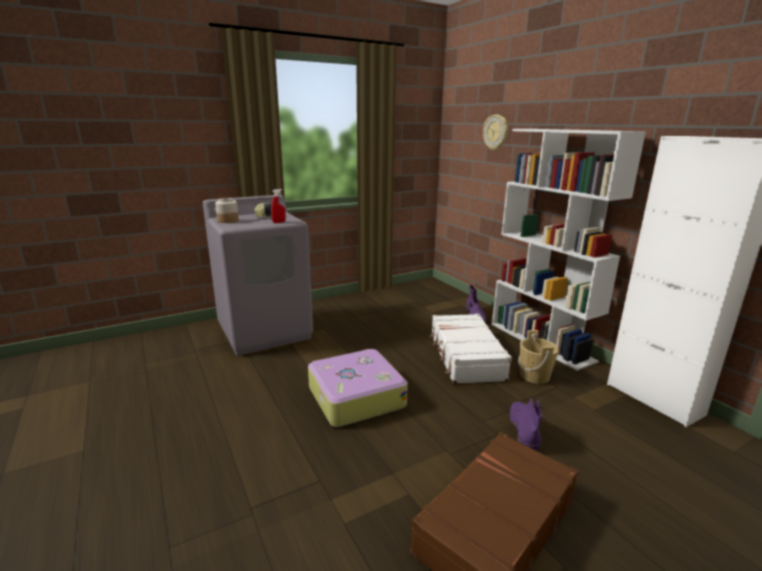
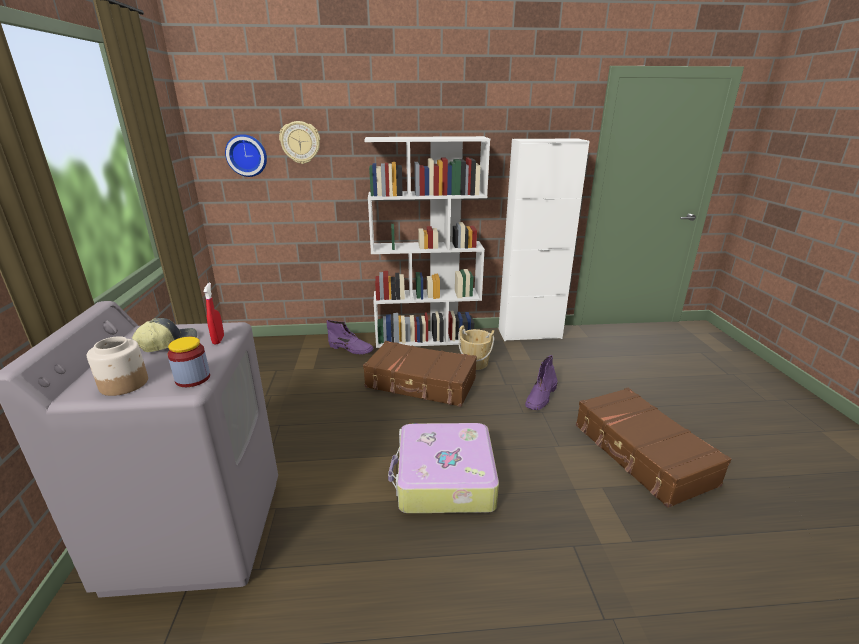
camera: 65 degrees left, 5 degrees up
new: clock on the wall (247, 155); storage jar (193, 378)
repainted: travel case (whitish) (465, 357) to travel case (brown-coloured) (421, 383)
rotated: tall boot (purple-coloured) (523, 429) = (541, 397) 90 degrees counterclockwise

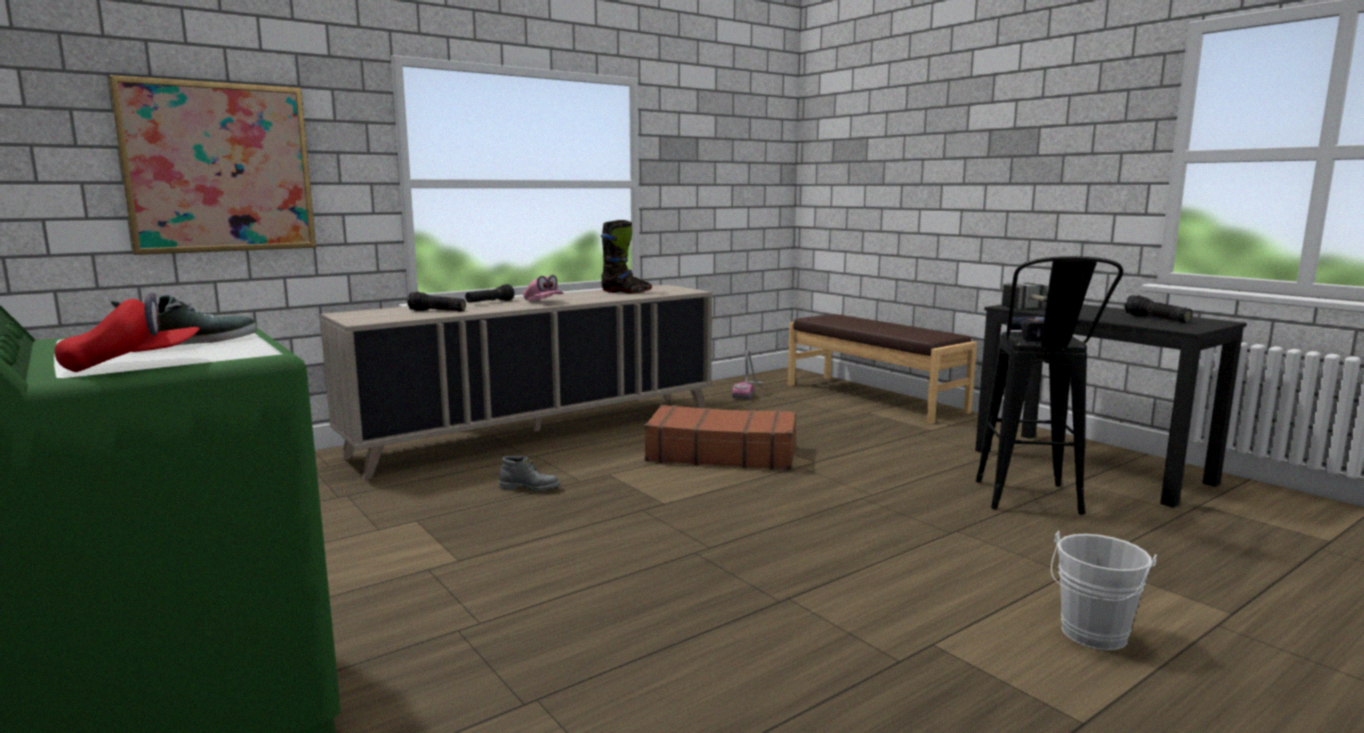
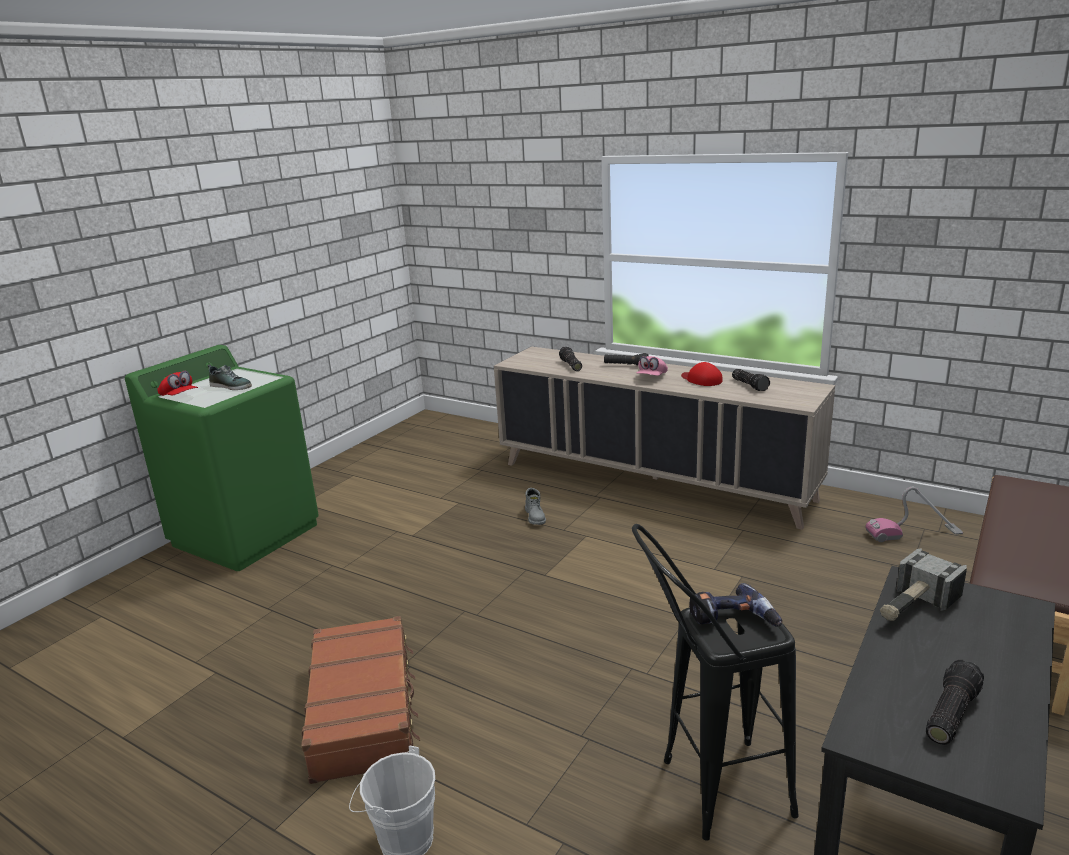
camera: 70 degrees right, 10 degrees up
gone: wall picture (219, 168)
new: peaked cap (red) (701, 379)
shifted: travel case (brown-coloured) (721, 453) to (364, 710)
swapped: tall boot (black-coloured) (626, 292) to hand torch (750, 385)

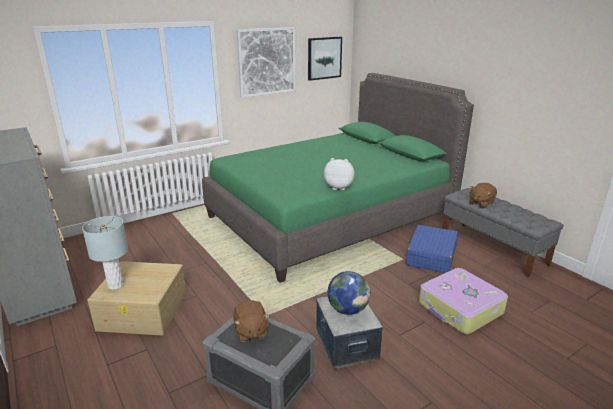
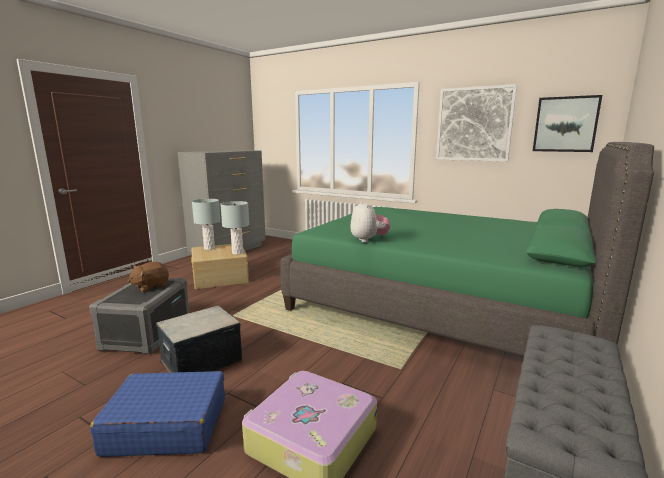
camera: 65 degrees right, 10 degrees down
gone: cuddly toy (brown-coloured) (481, 202); globe (348, 310)
new: table lamp (grey) (237, 253)
shifted: travel case (bluish) (431, 256) to (166, 425)

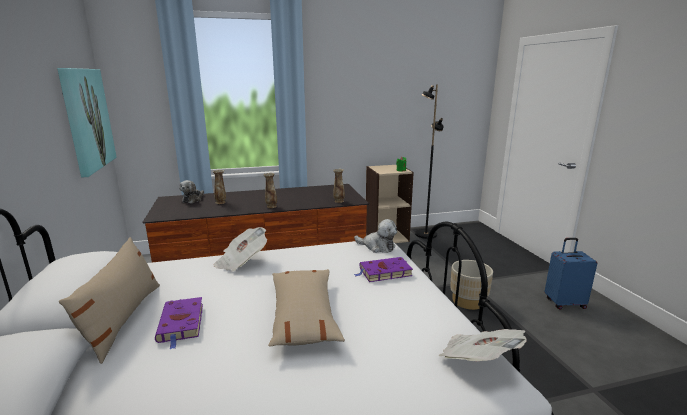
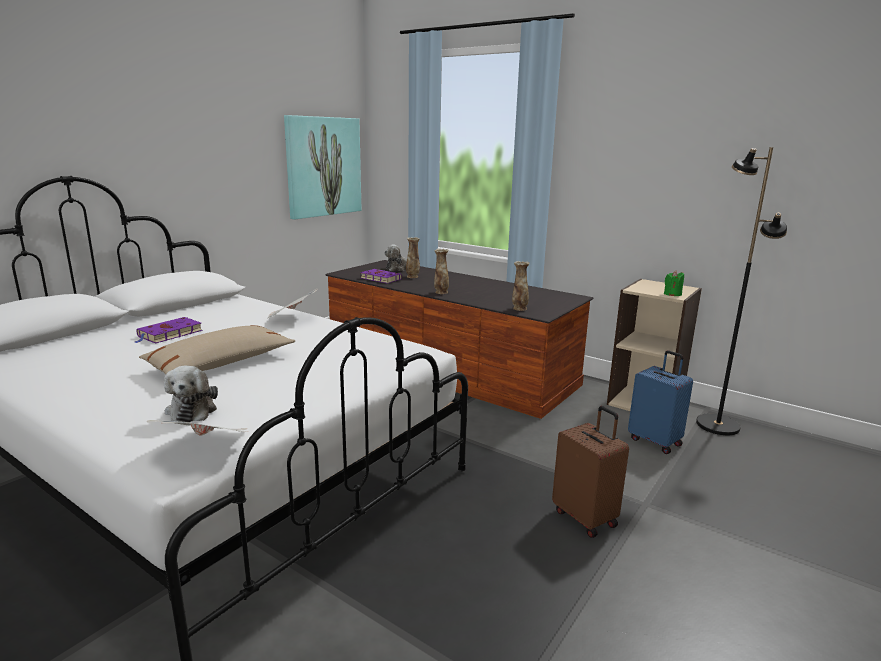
camera: 50 degrees right, 0 degrees up
gone: cushion (beige-coloured) (123, 319)
shifted: cuddly toy (377, 247) to (192, 409); travel case (bluish) (564, 303) to (655, 441); volume (purple-coloured) (384, 272) to (379, 278)
swapped: flower pot (beige-coloured) (468, 301) to travel case (brown-coloured) (586, 517)

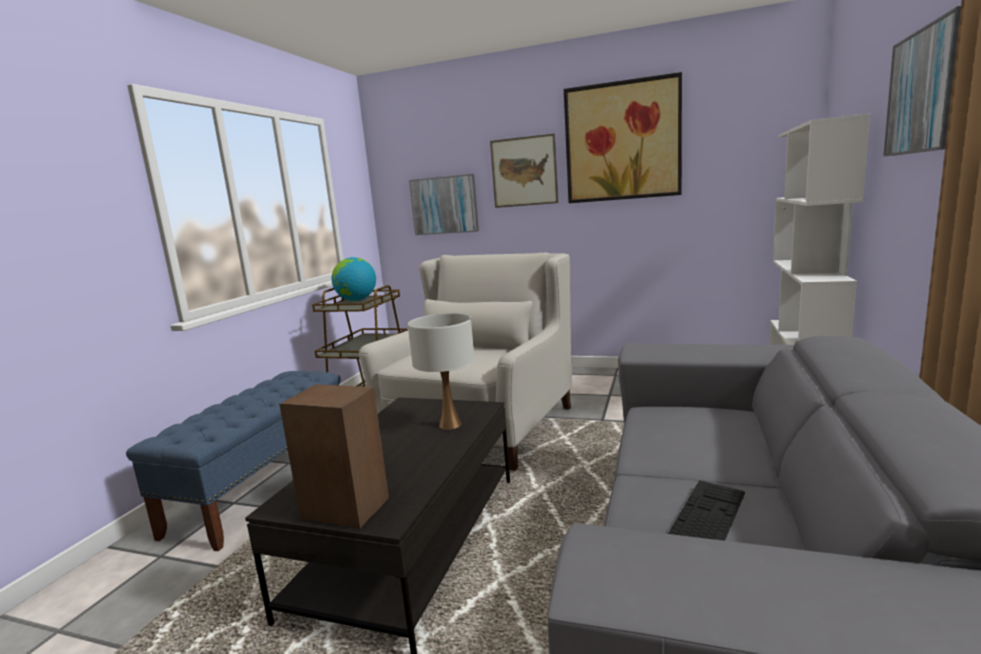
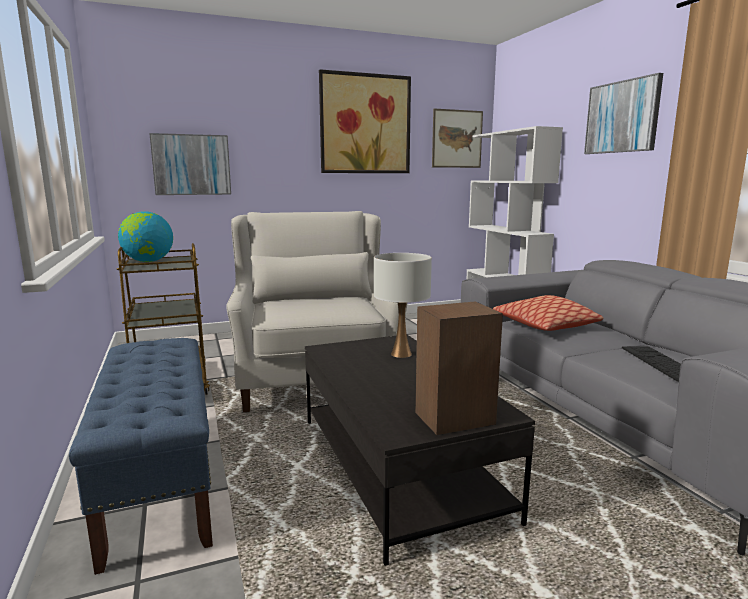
camera: 40 degrees left, 0 degrees up
new: cushion (545, 326)
shifted: wall picture (524, 171) to (457, 139)

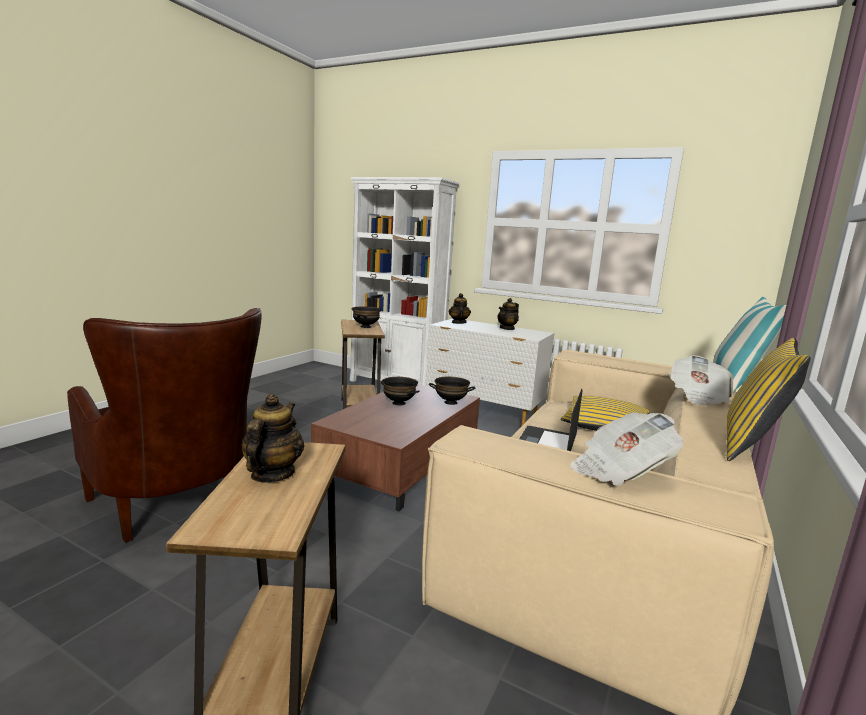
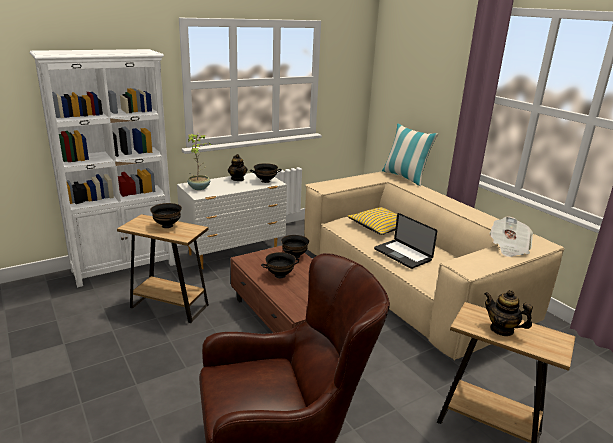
camera: 60 degrees left, 10 degrees up
gone: cushion (yellowish) (751, 446); daily paper (698, 396)
new: deep dish (black-coloured) (265, 181)
swapped: teapot (458, 323) to houseplant (199, 188)

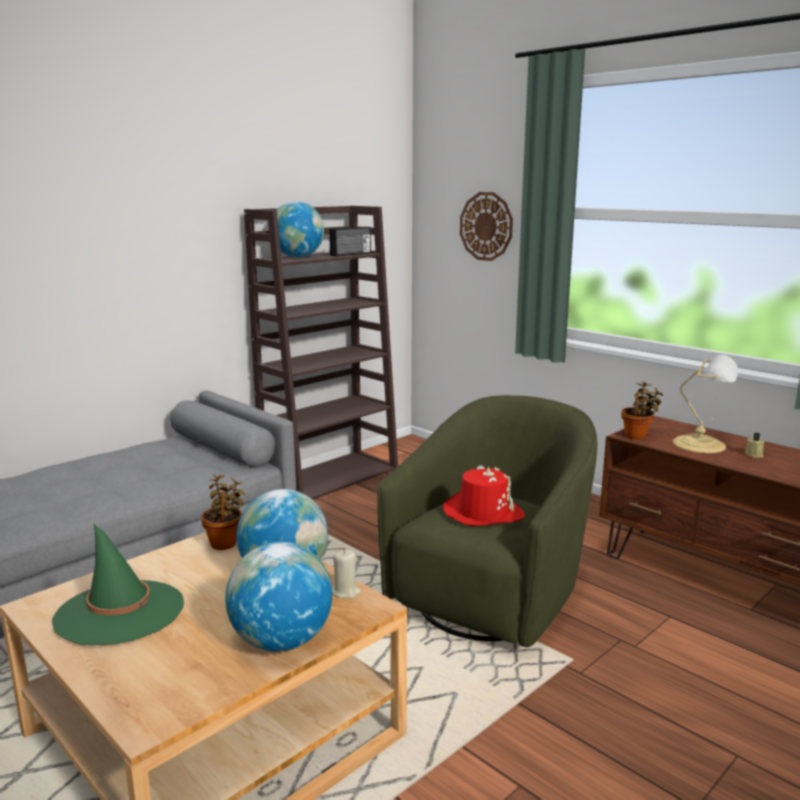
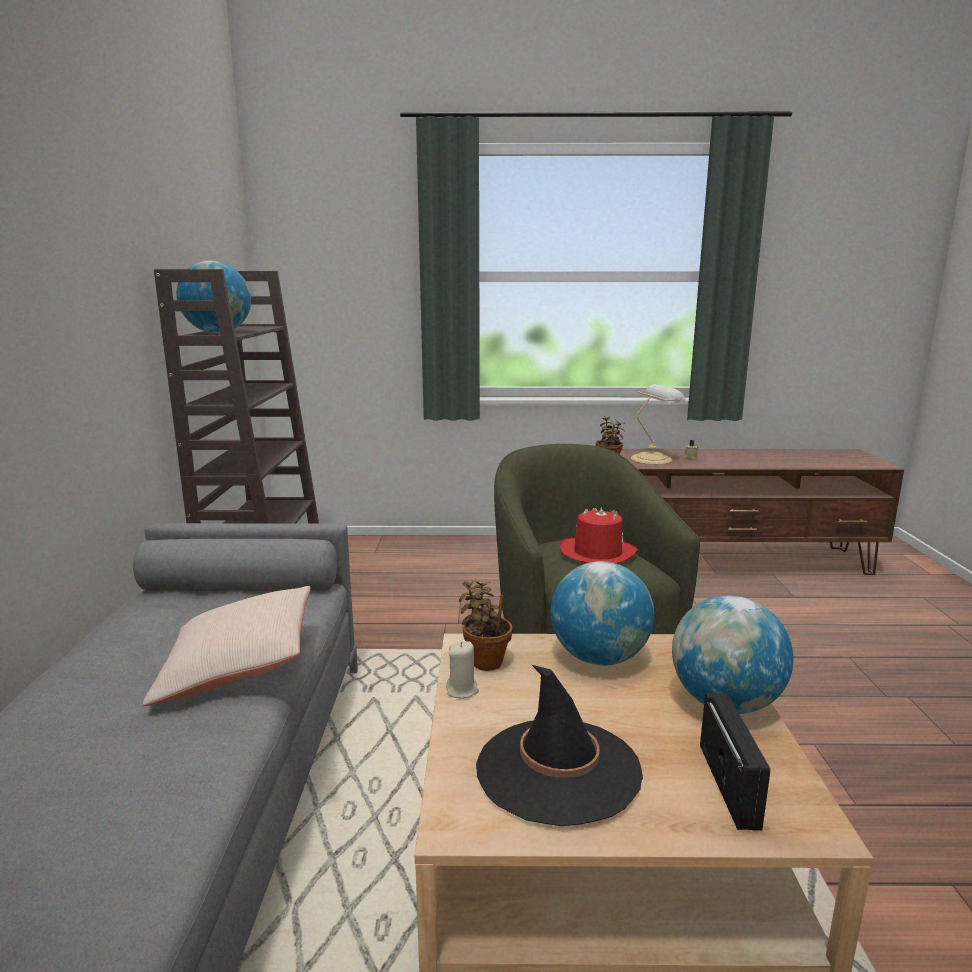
camera: 45 degrees left, 0 degrees up
gone: clock on the wall (486, 226)
new: cushion (beige-coloured) (238, 666)
shifted: radio set (351, 254) to (731, 785); wax light (beige-coloured) (345, 592) to (462, 690)
repainted: hat (greenish) (120, 612) to hat (black-coloured) (557, 769)

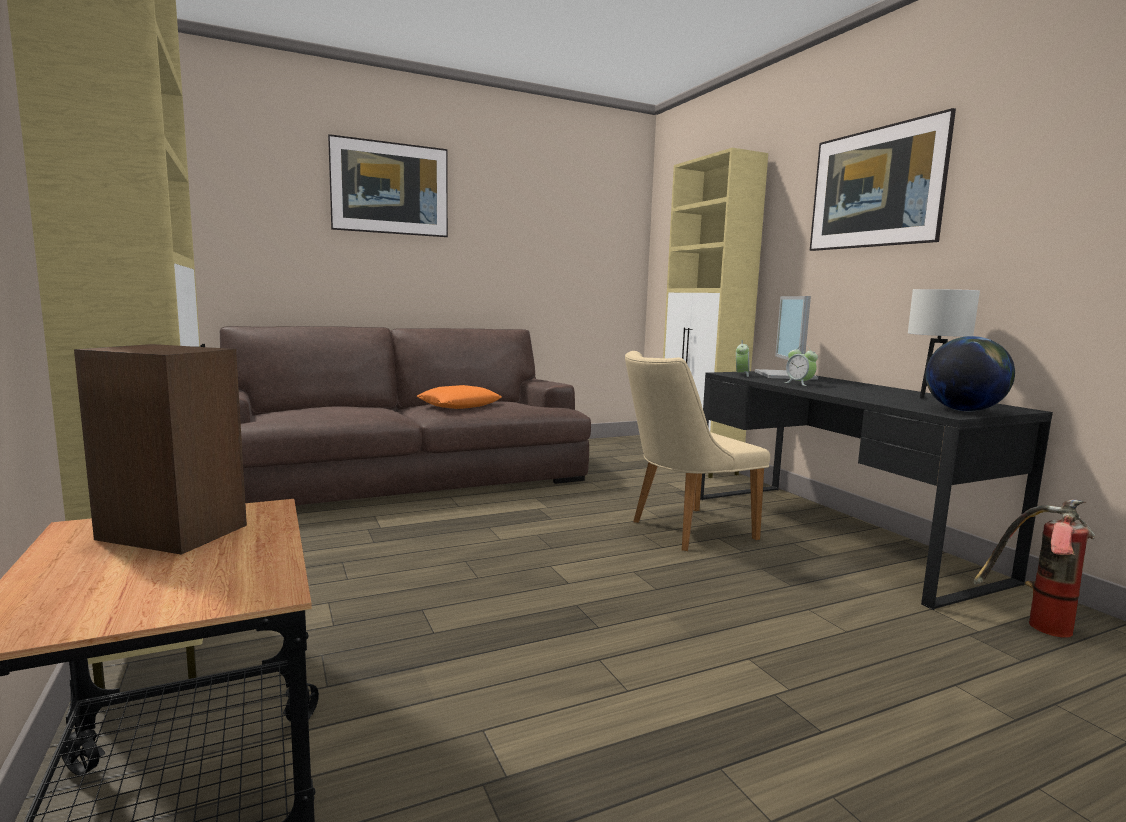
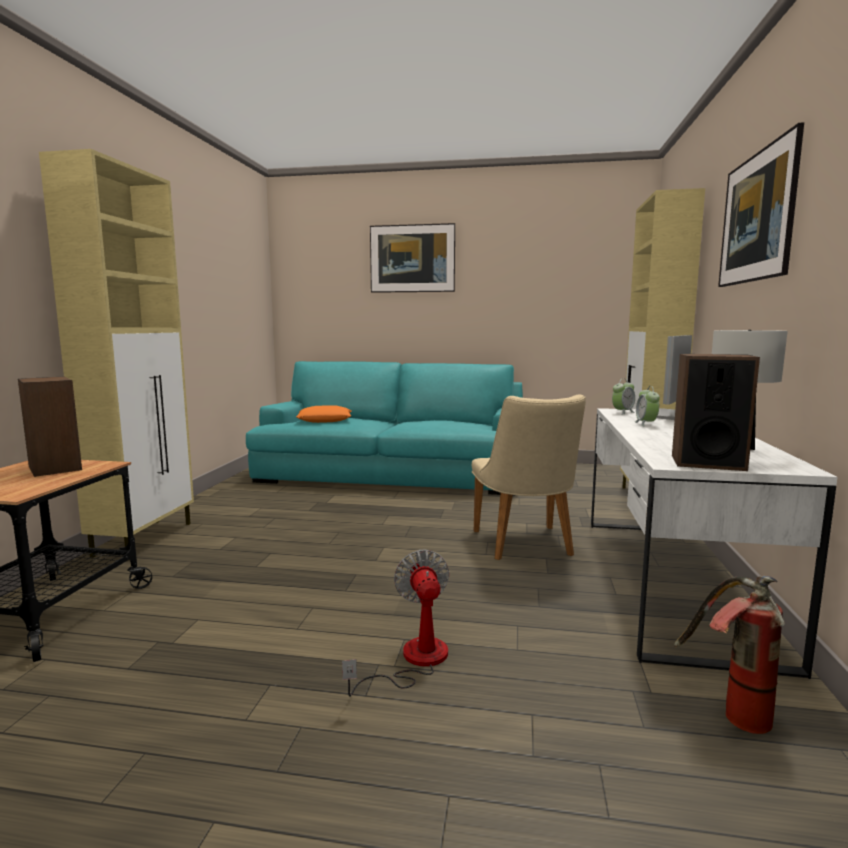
camera: 35 degrees right, 0 degrees up
new: cooling fan (413, 661)
shifted: cushion (orange) (459, 405) to (325, 420)
swapped: globe (963, 410) to speaker (707, 462)
repainted: settee (brown-coloured) (403, 475) to settee (blue-green) (393, 472); desk (black-coloured) (833, 534) to desk (whitish) (669, 580)
rotated: chair (beige-coloured) (682, 530) = (526, 546) 105 degrees counterclockwise

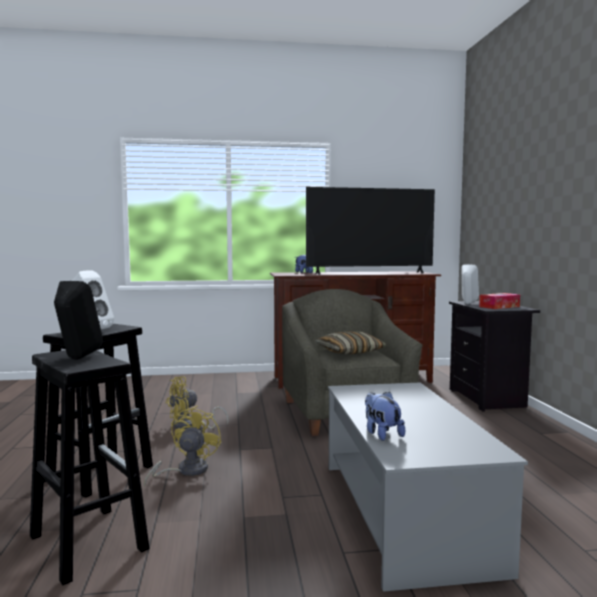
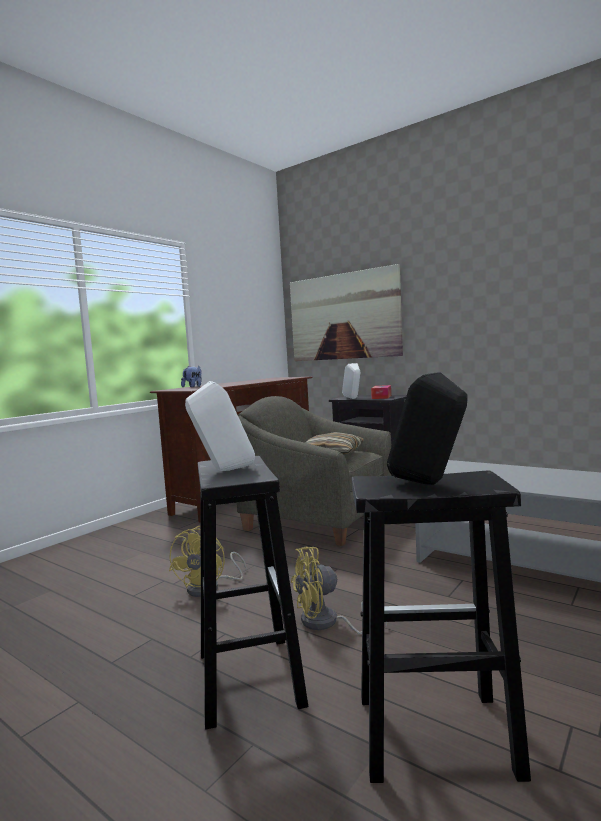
camera: 45 degrees left, 0 degrees up
gone: television (369, 273); cuddly toy (381, 433)
new: wall picture (343, 316)
rotated: cooling fan (yellowish) (186, 471) = (327, 623) 75 degrees counterclockwise

